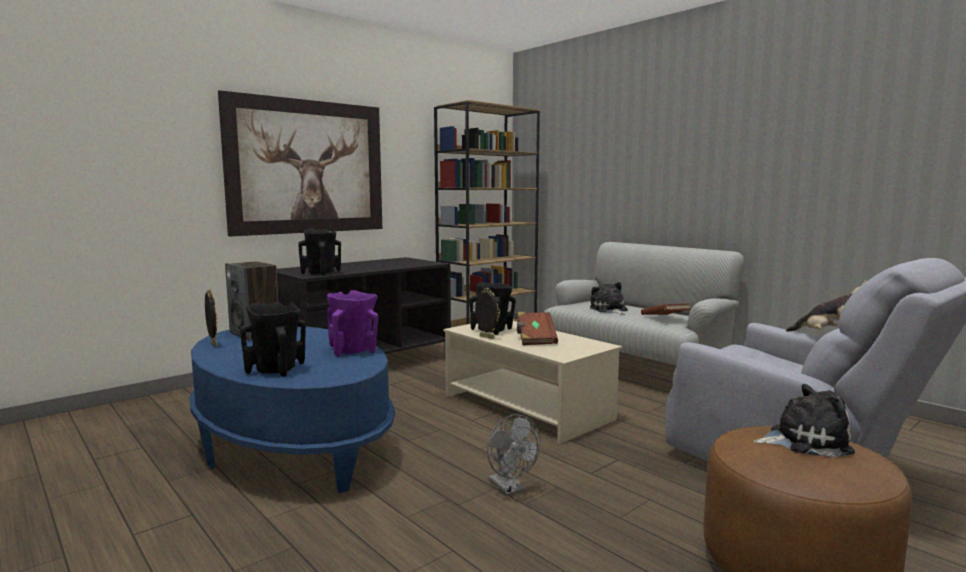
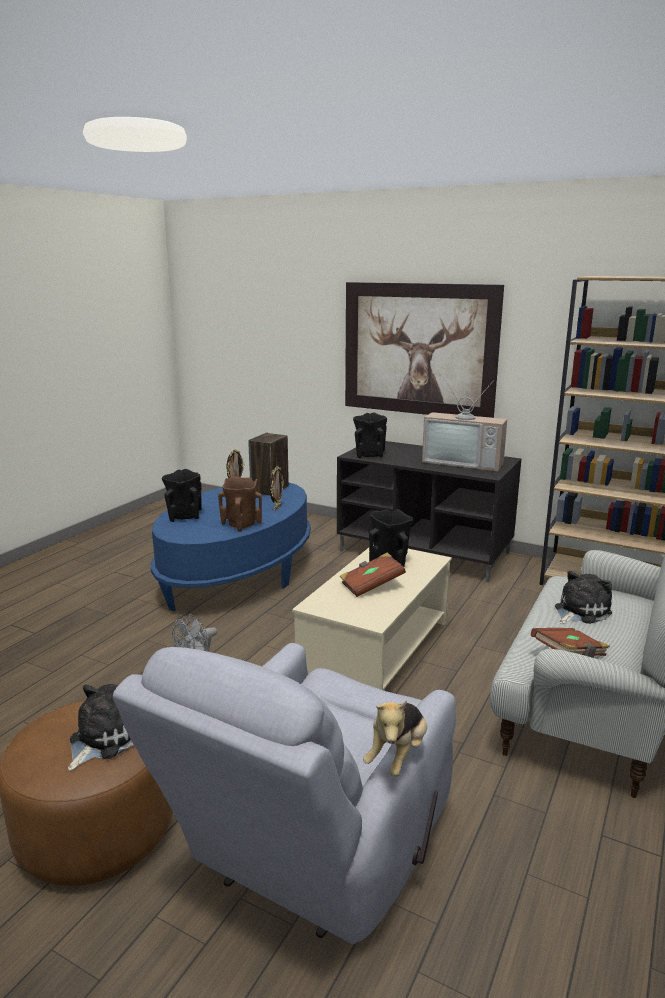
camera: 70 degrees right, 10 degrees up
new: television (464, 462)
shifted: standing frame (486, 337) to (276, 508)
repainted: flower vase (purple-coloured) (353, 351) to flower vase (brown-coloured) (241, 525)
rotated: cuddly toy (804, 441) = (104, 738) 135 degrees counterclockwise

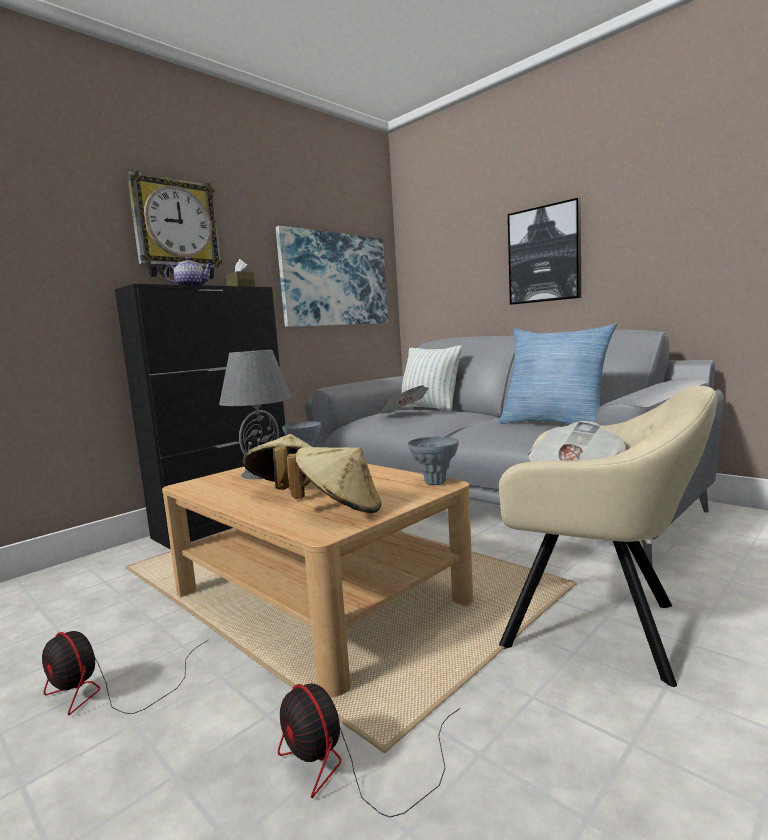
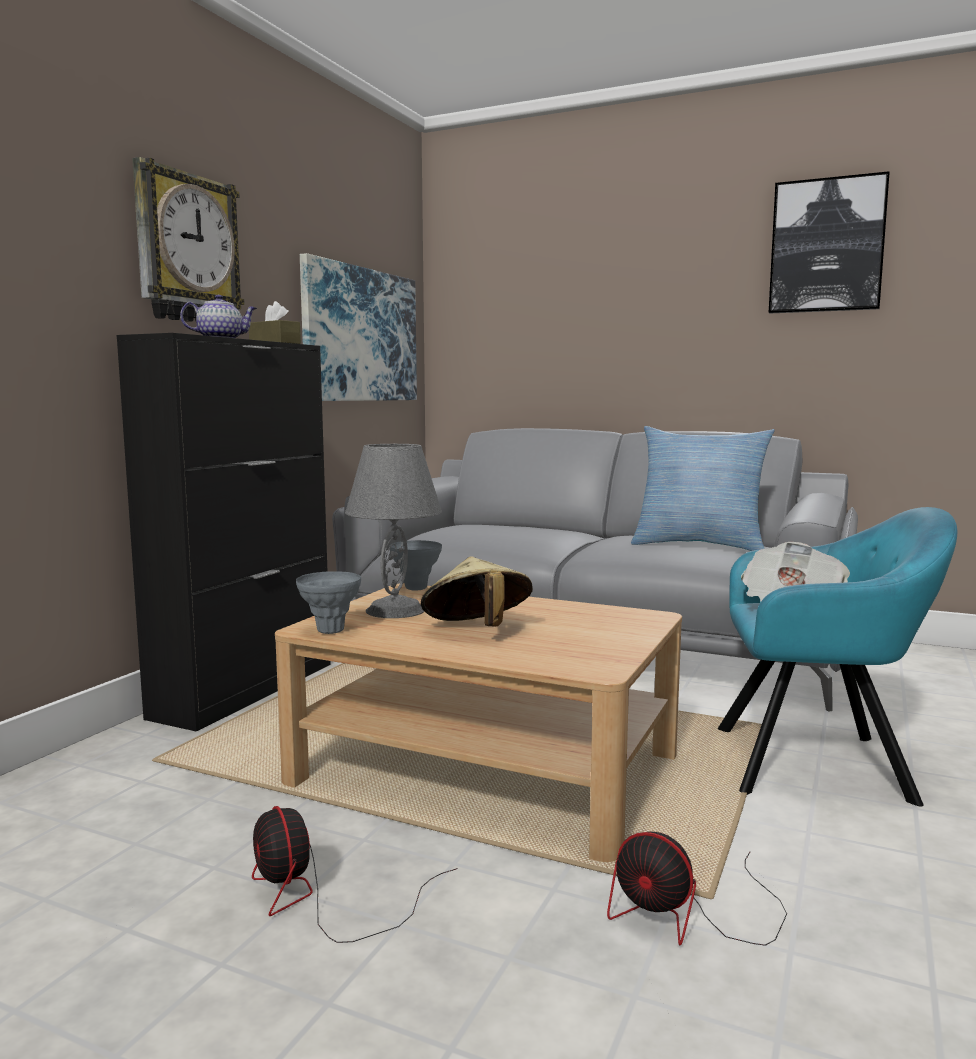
camera: 20 degrees left, 0 degrees up
gone: cushion (430, 409); daily paper (403, 415); hat (beige-coloured) (340, 510)
shifted: wall picture (544, 254) to (827, 246); flower vase (grey) (435, 482) to (330, 631)
repainted: armchair (beige-coloured) (599, 626) to armchair (blue-green) (820, 764)
rotated: cooling fan (107, 691) = (319, 899) 45 degrees clockwise

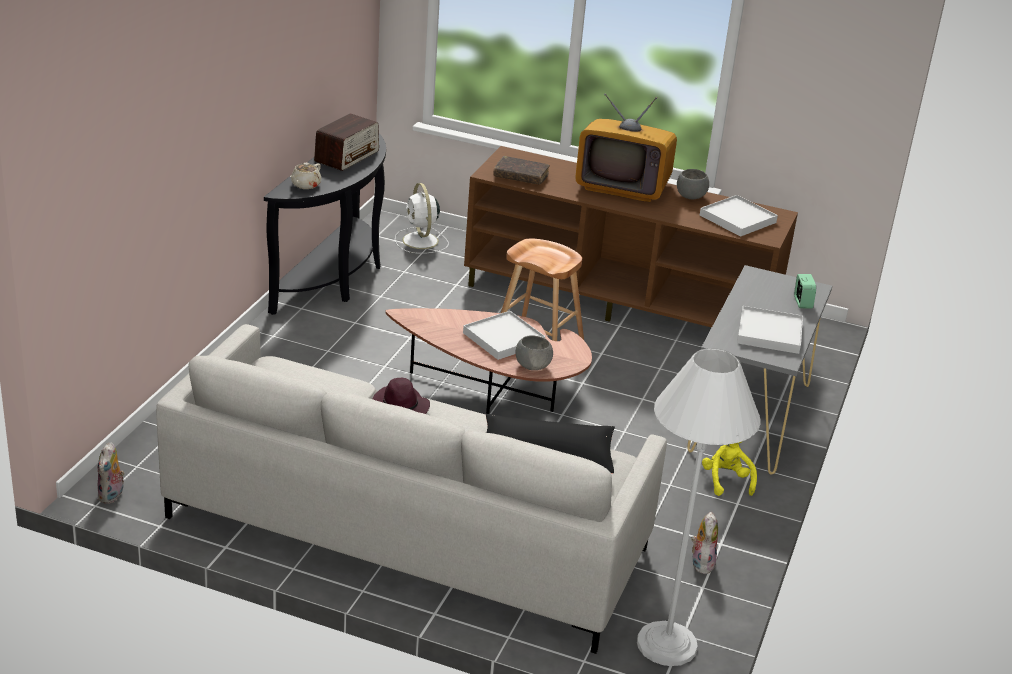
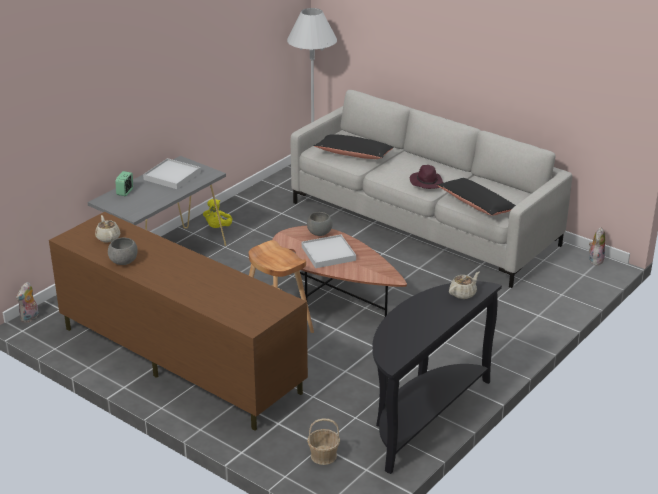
camera: 160 degrees left, 0 degrees up
gone: television (623, 186); radio set (347, 156); volume (brown-coloured) (521, 176)
new: cushion (black-coloured) (476, 204)
shifted: cuddly toy (701, 563) to (30, 318)
swapped: cooling fan (whitish) (421, 241) to basket (323, 455); carrying tray (whitish) (737, 219) to teapot (beige-coloured) (108, 237)

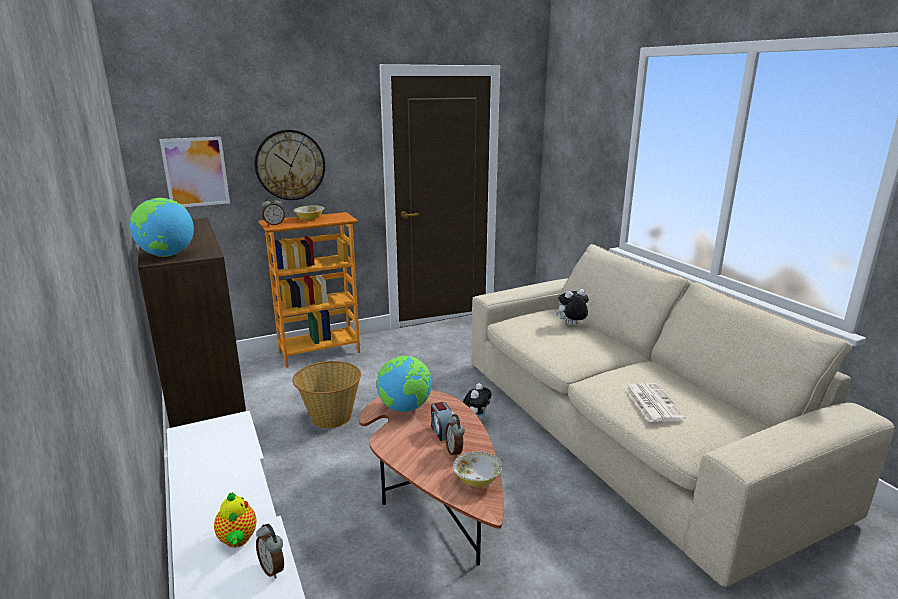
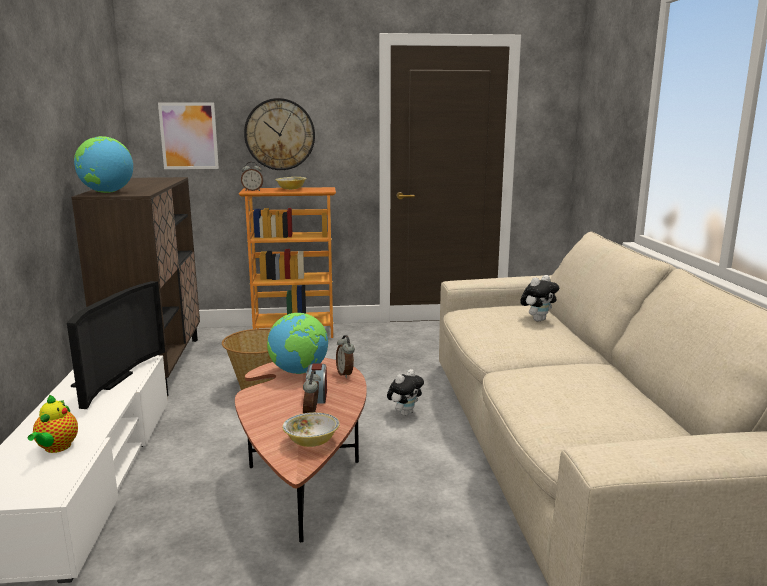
camera: 20 degrees right, 5 degrees down
gone: daily paper (652, 403)
new: television (109, 381)
shifted: bedside clock (273, 569) to (345, 374)
rotated: cuddly toy (571, 325) = (538, 319) 135 degrees clockwise

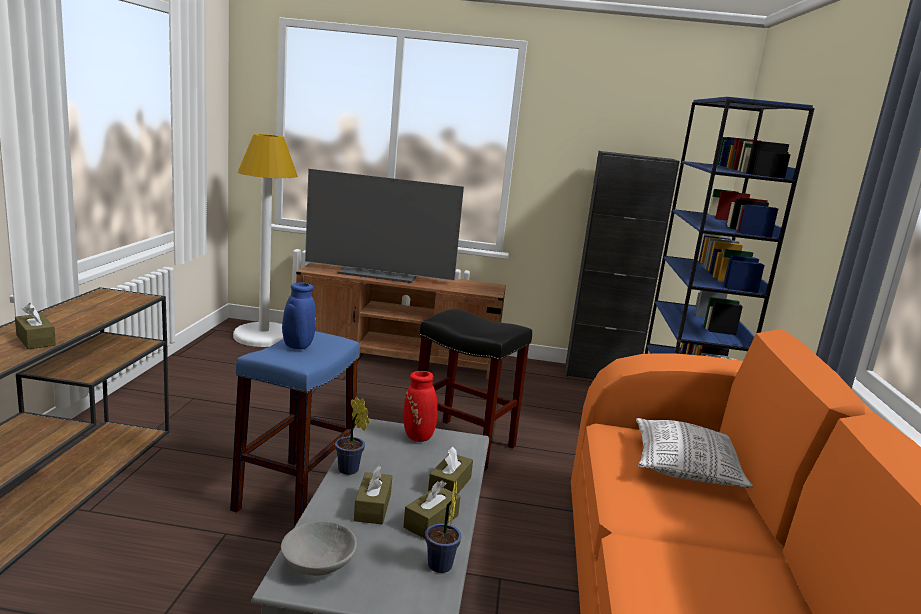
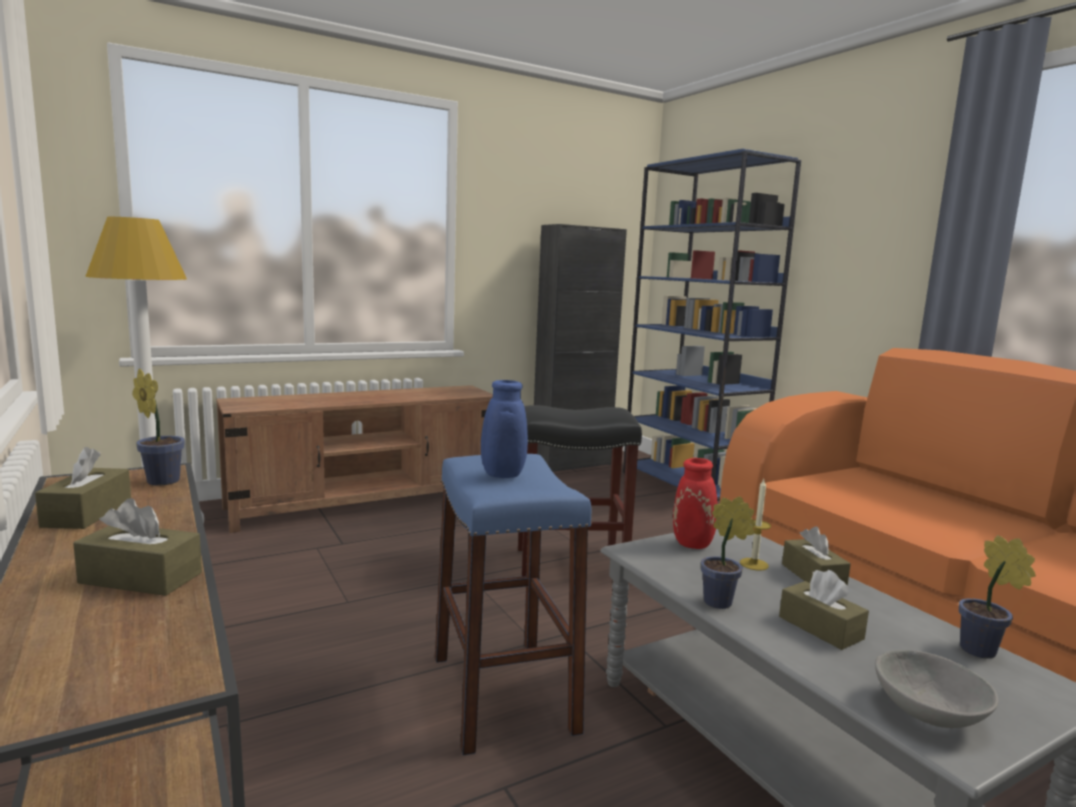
camera: 35 degrees left, 5 degrees down
gone: television (379, 274); cushion (686, 468)
new: houseplant (161, 480); wax light (754, 564)
shifted: box of tissues (brown-coloured) (431, 521) to (87, 513)

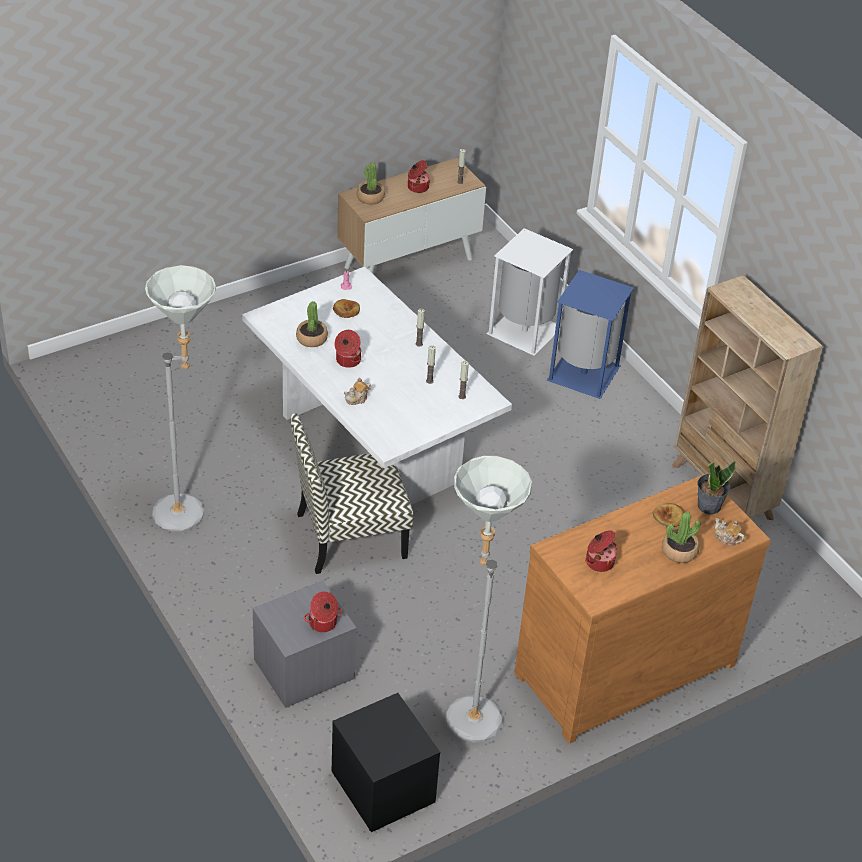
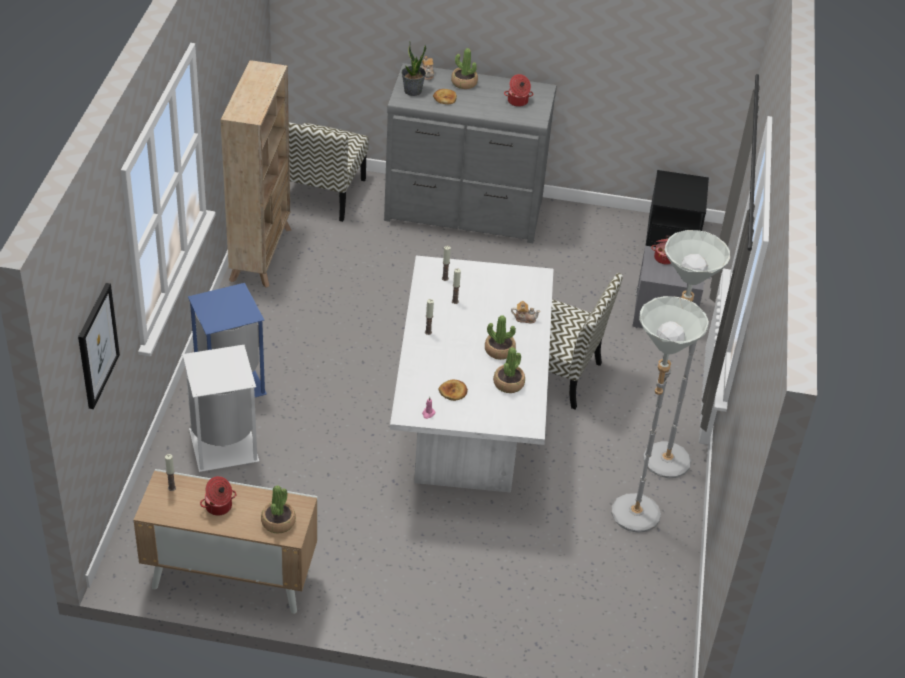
camera: 140 degrees left, 0 degrees up
new: chair (323, 194); wall picture (97, 345)
shifted: standing lamp (grey) (470, 710) to (632, 521)
swapped: saucepot (347, 360) to houseplant (499, 350)
repainted: dresser (brown-coloured) (622, 666) to dresser (grey) (464, 211)

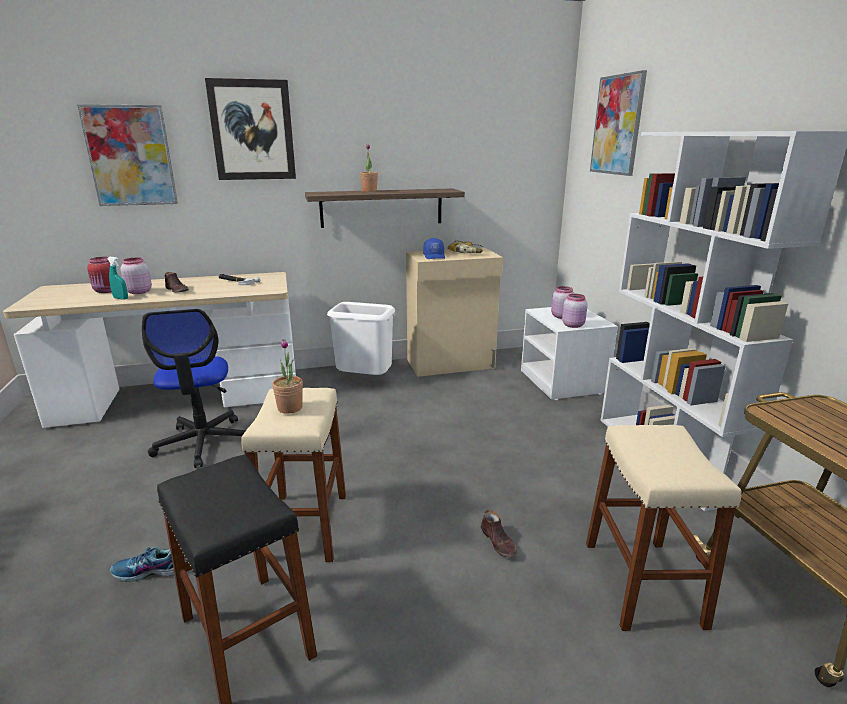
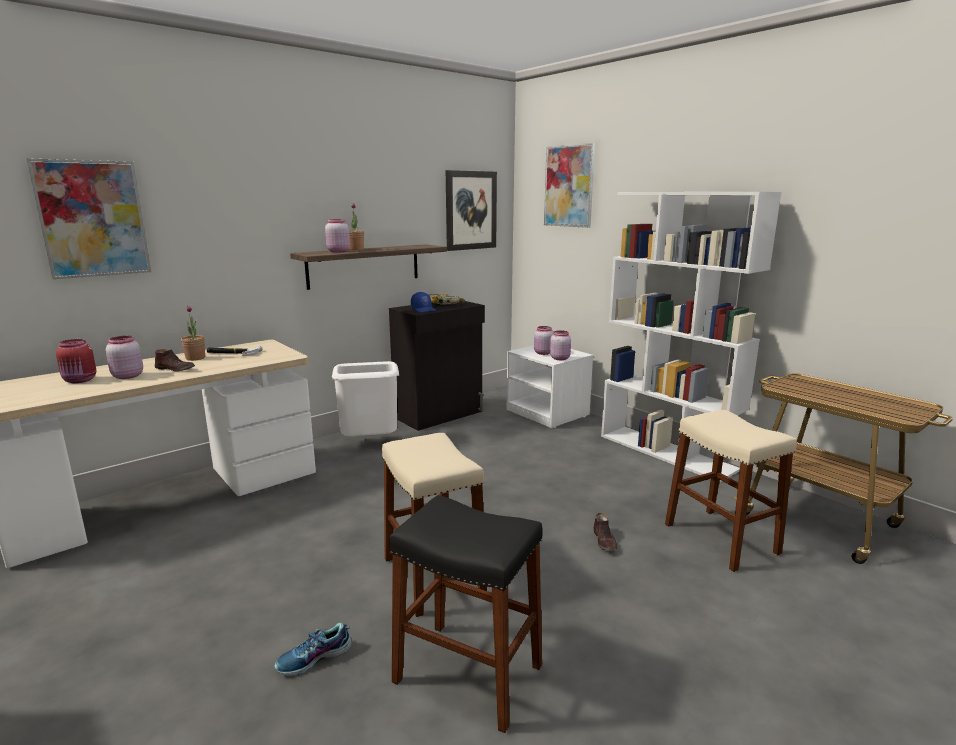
camera: 25 degrees left, 5 degrees down
gone: spray bottle (blue-green) (121, 298); desk chair (203, 442)
new: storage jar (pink) (337, 251)
shifted: wall picture (252, 130) to (471, 210); houseplant (290, 408) to (195, 358)
repainted: cabinet (beige-coloured) (451, 364) to cabinet (black-coloured) (440, 415)
rotated: low shoe (brown-coloured) (499, 542) = (604, 541) 45 degrees clockwise

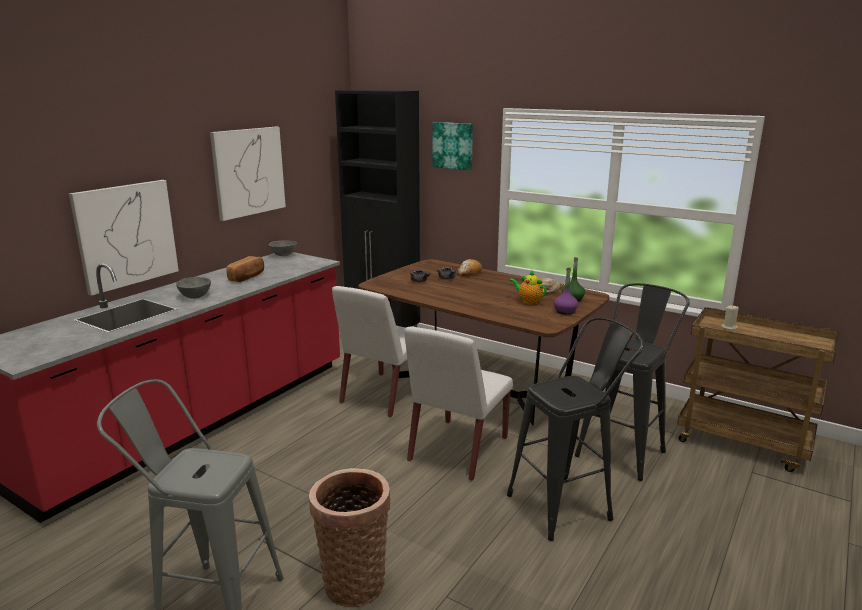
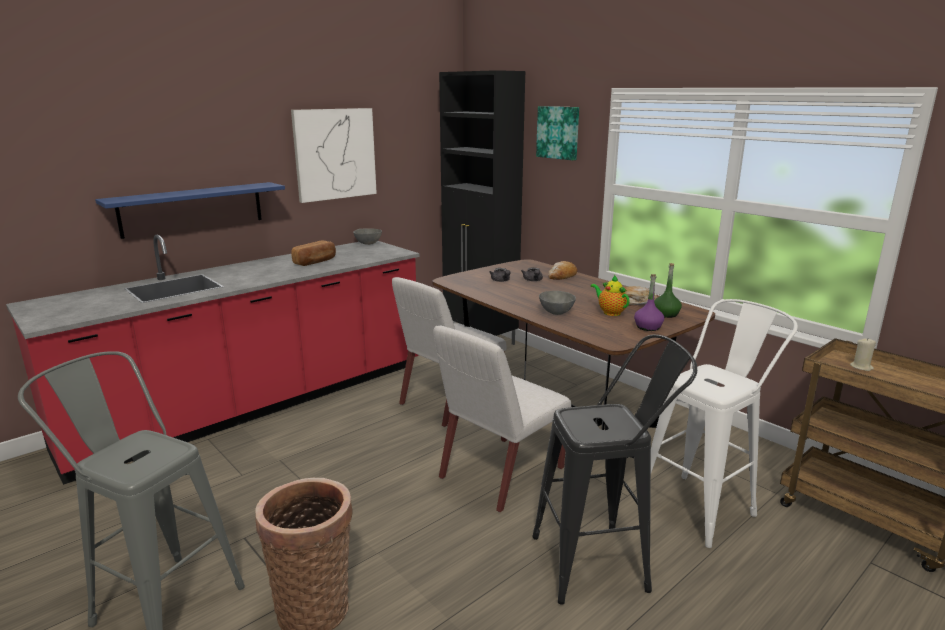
camera: 15 degrees right, 0 degrees up
shifted: deep dish (grey) (195, 296) to (556, 312)
swapped: wall picture (126, 235) to wall shelf (bluish) (192, 209)
repainted: stool seat (black-coloured) (624, 450) to stool seat (whitish) (703, 505)

